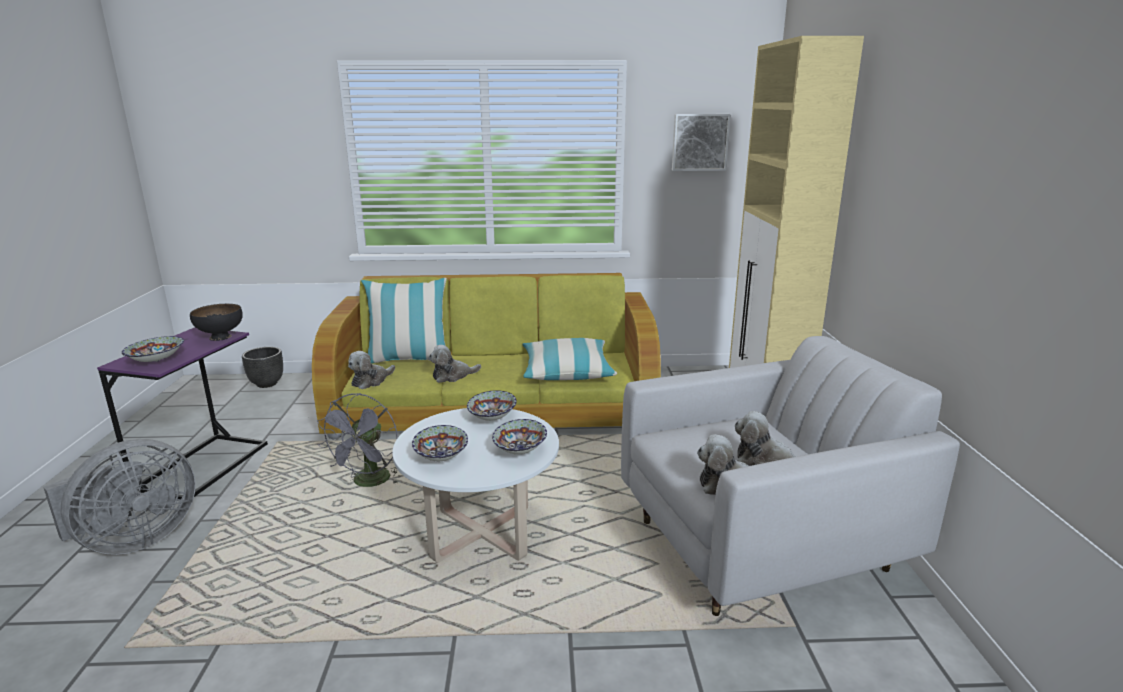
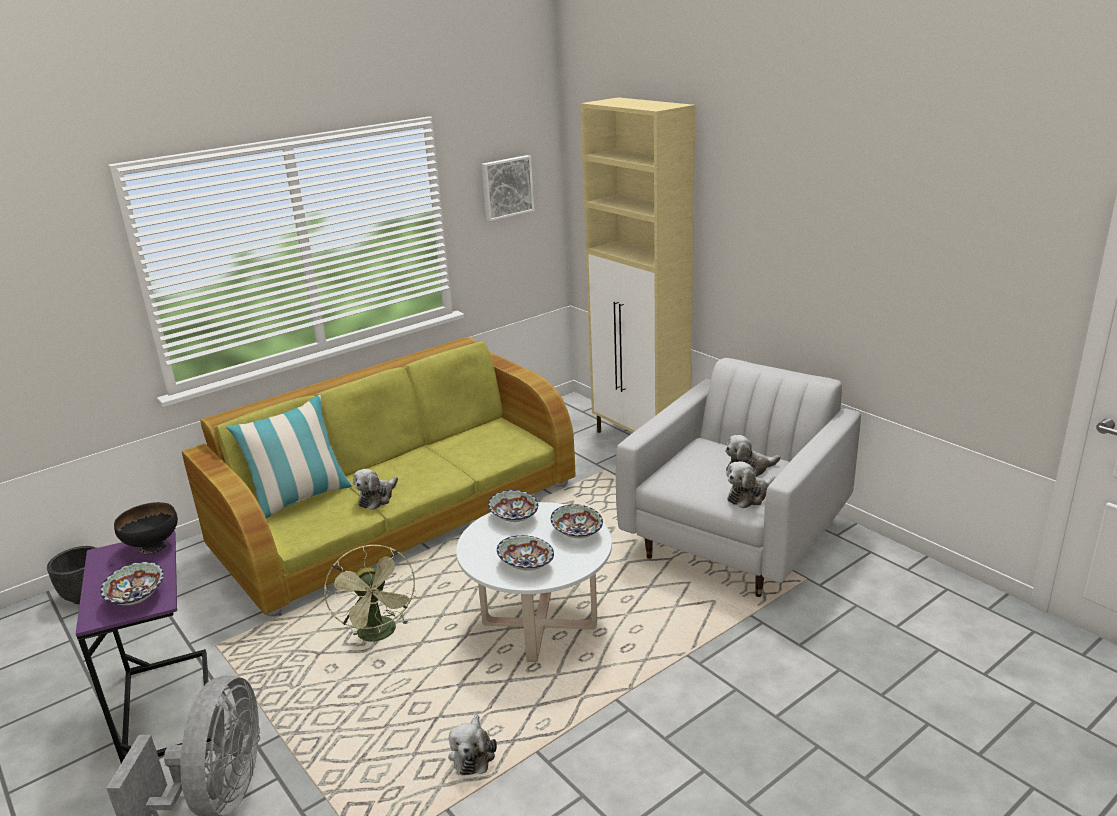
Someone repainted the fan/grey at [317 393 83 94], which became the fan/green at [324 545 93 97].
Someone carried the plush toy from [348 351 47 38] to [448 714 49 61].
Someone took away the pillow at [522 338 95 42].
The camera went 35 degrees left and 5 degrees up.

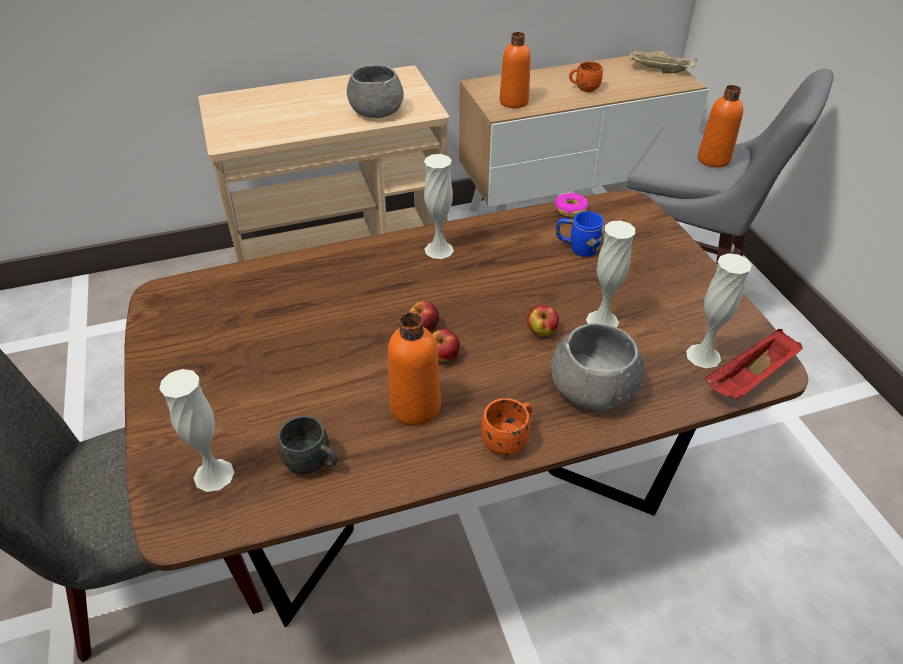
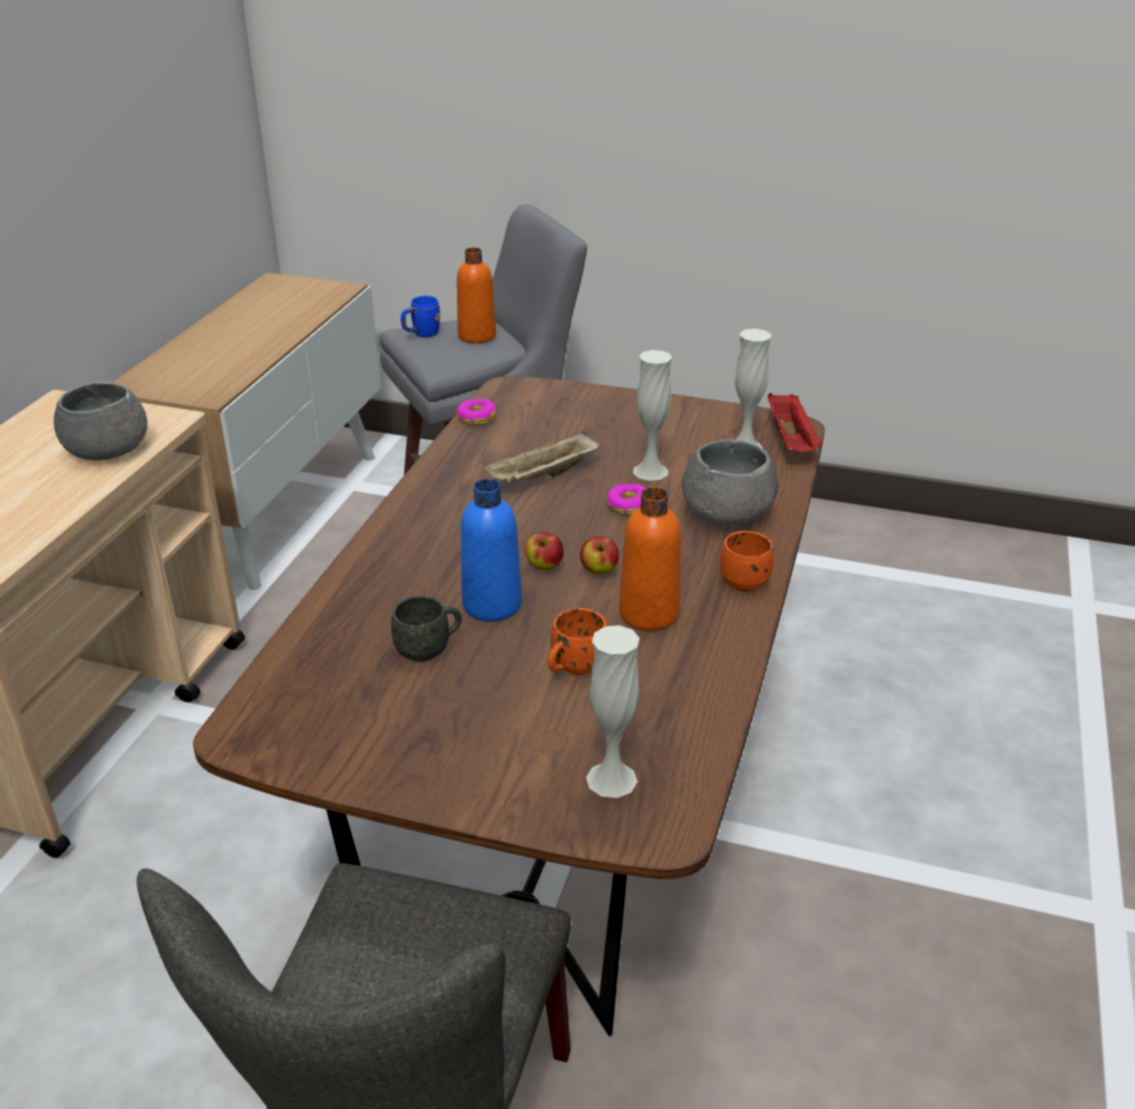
Someone carried the mug/grey from [277 416 61 58] to [391 596 71 66].
Someone carried the mug/blue from [556 211 49 46] to [401 296 39 41].
Someone put down the bottle/blue at [461 479 61 142].
Someone carried the tray/beige from [630 50 67 23] to [485 431 114 51].
Someone carried the mug/orange from [569 61 34 31] to [548 608 59 67].
Someone swapped the apple at [527 305 32 31] for the donut at [606 484 40 31].
Someone took away the vase/white at [424 154 30 105].
Someone took away the bottle/orange at [499 32 32 76].
The camera went 55 degrees left and 10 degrees down.

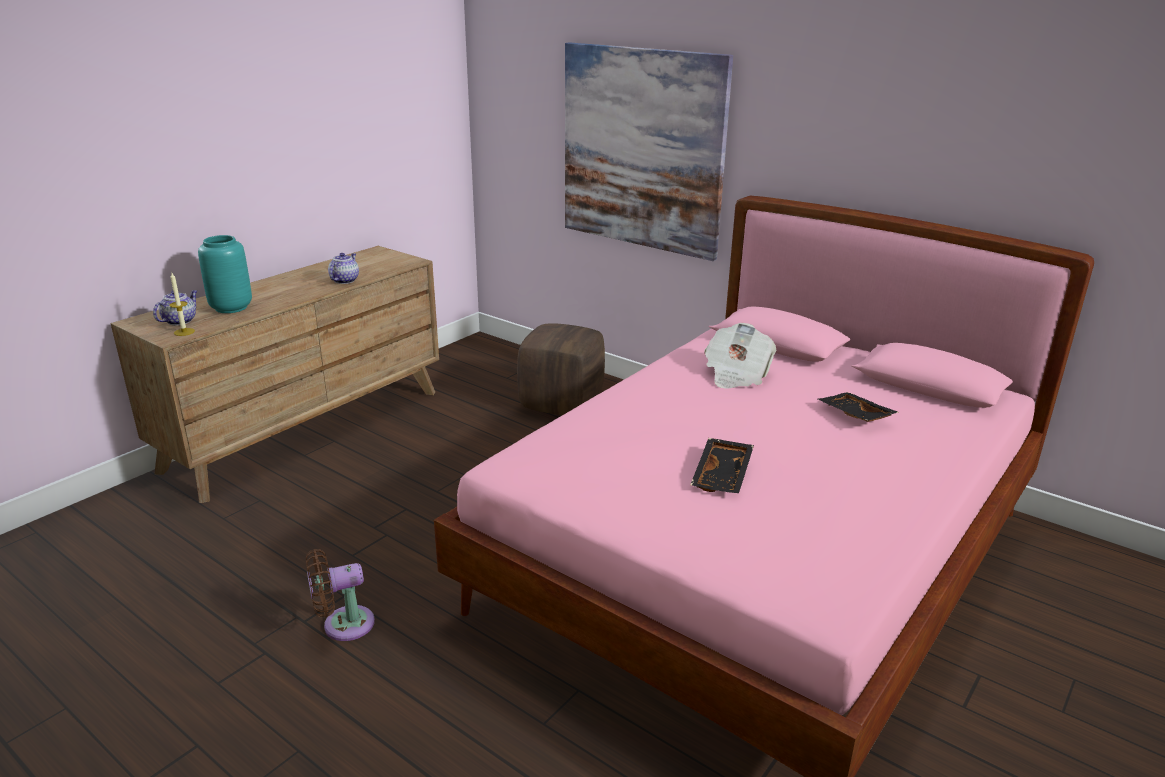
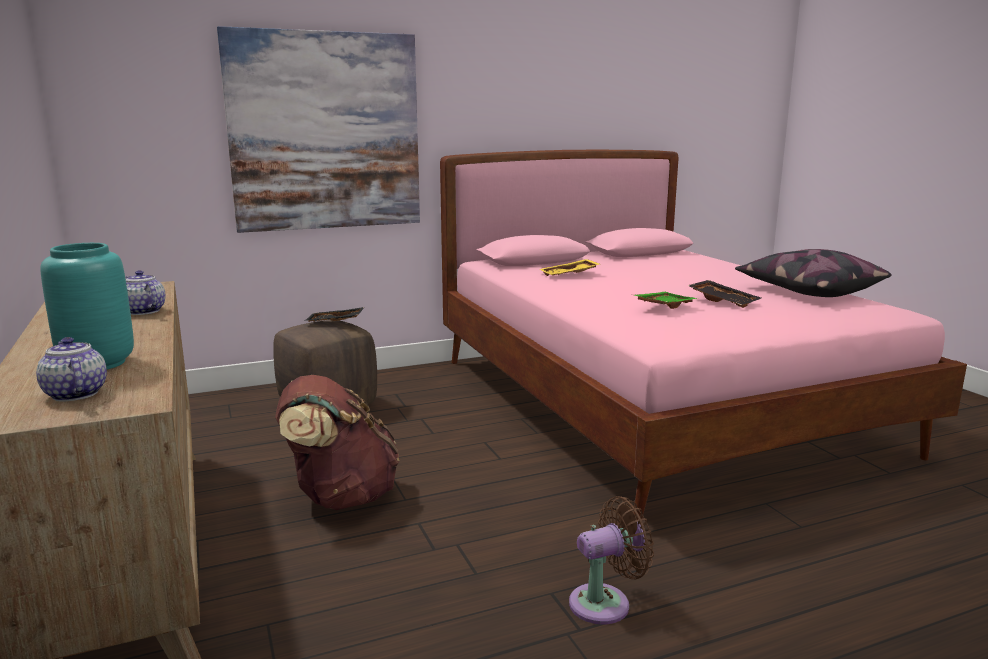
Someone put down the backpack/brown at [275 375 124 135].
Someone carried the tray/black from [818 392 81 30] to [304 307 61 15].
Someone swapped the newspaper at [704 323 73 66] for the tray/yellow at [539 259 60 17].
Someone rotated the fan/brown at [306 549 69 92] by 120 degrees counterclockwise.
Someone put down the tray/green at [635 292 63 17].
Someone put down the pillow at [735 249 156 48].
Someone took away the candle at [169 273 26 63].
The camera went 60 degrees left and 10 degrees down.

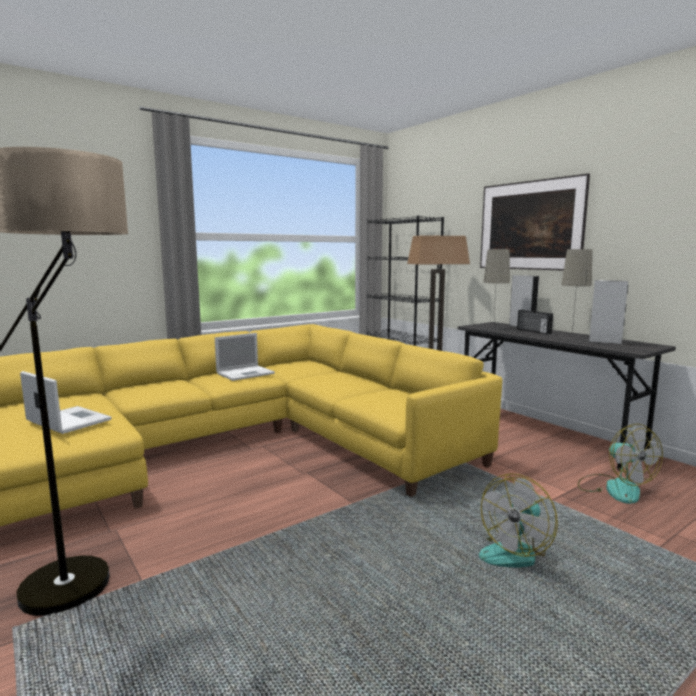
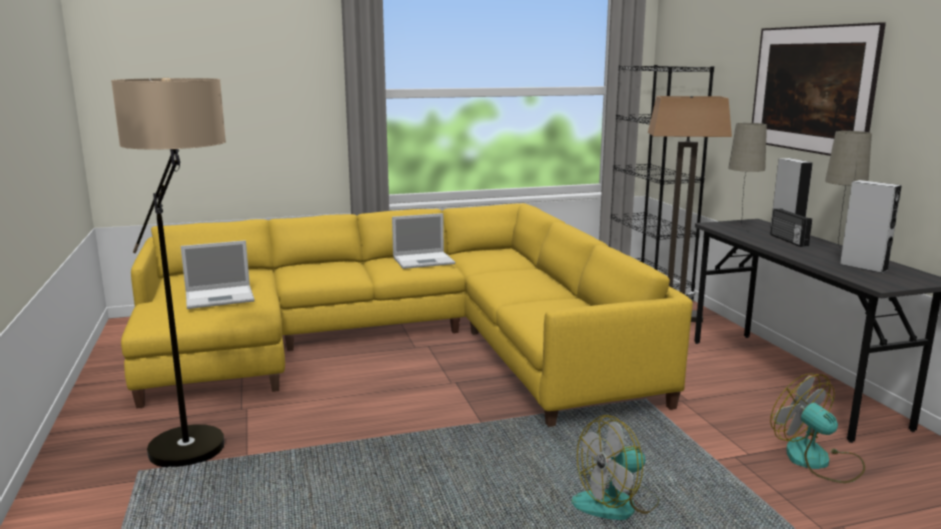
Someone rotated the laptop at [20 371 92 63] by 105 degrees clockwise.
Someone rotated the fan at [578 424 85 80] by 150 degrees clockwise.
The camera went 20 degrees right and 5 degrees up.

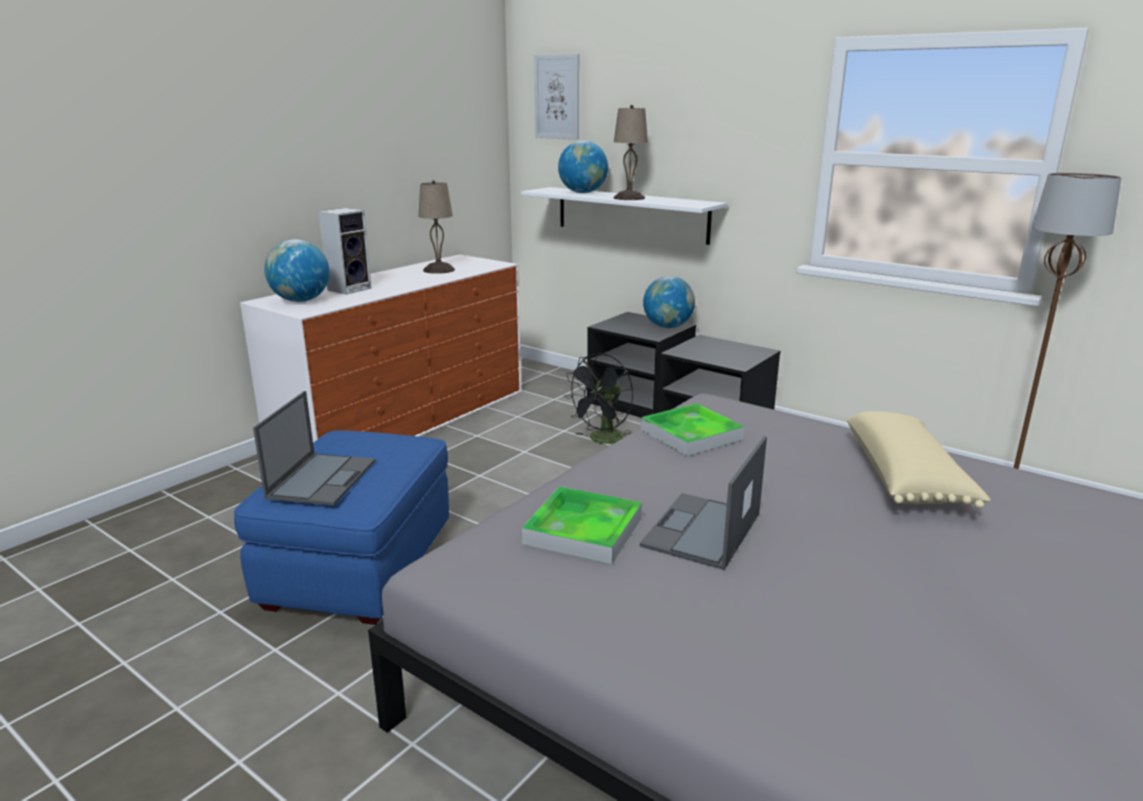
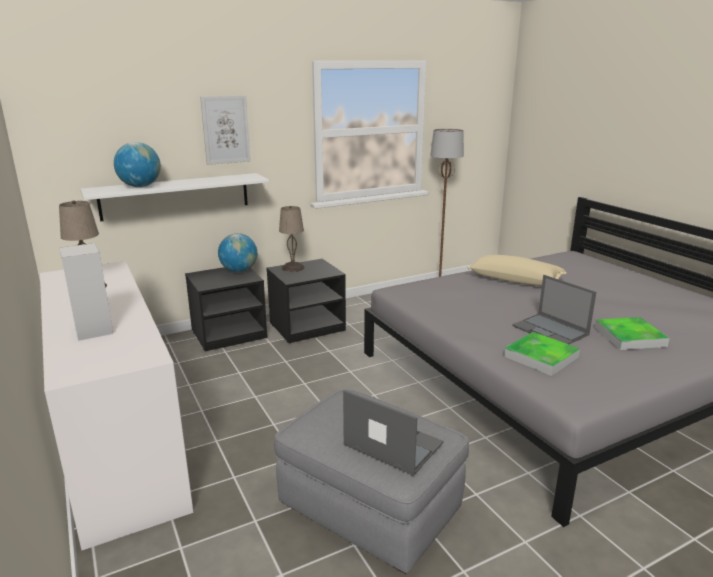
Someone carried the picture from [534 54 45 86] to [200 95 51 70].
Someone repainted the ottoman/blue at [234 431 215 194], which became the ottoman/grey at [274 389 195 185].
Someone carried the table lamp/beige from [614 105 34 95] to [279 206 26 66].
Someone carried the tray from [641 403 103 53] to [594 317 76 33].
Someone took away the globe at [264 239 66 63].
Someone took away the fan/black at [564 353 69 91].
The camera went 65 degrees left and 0 degrees up.

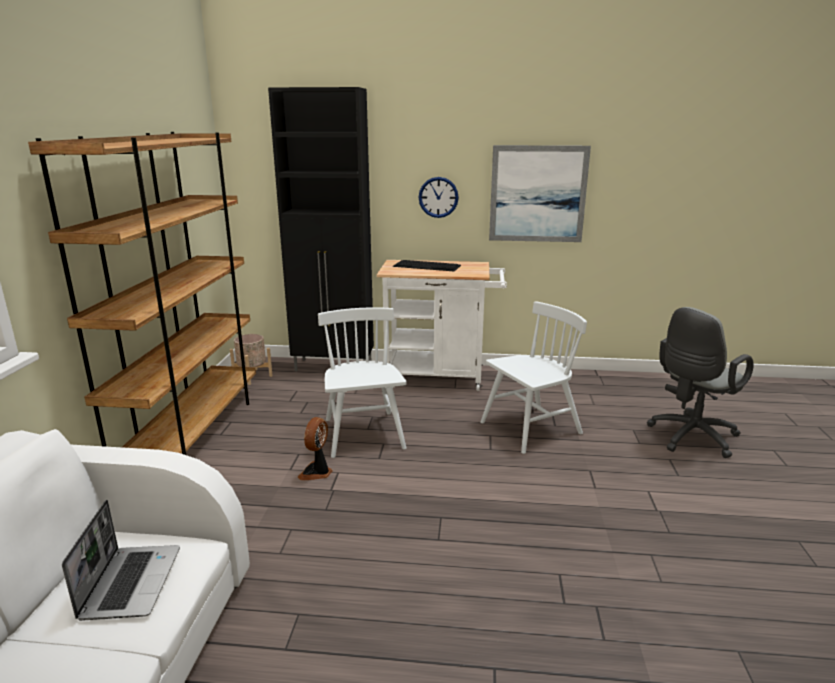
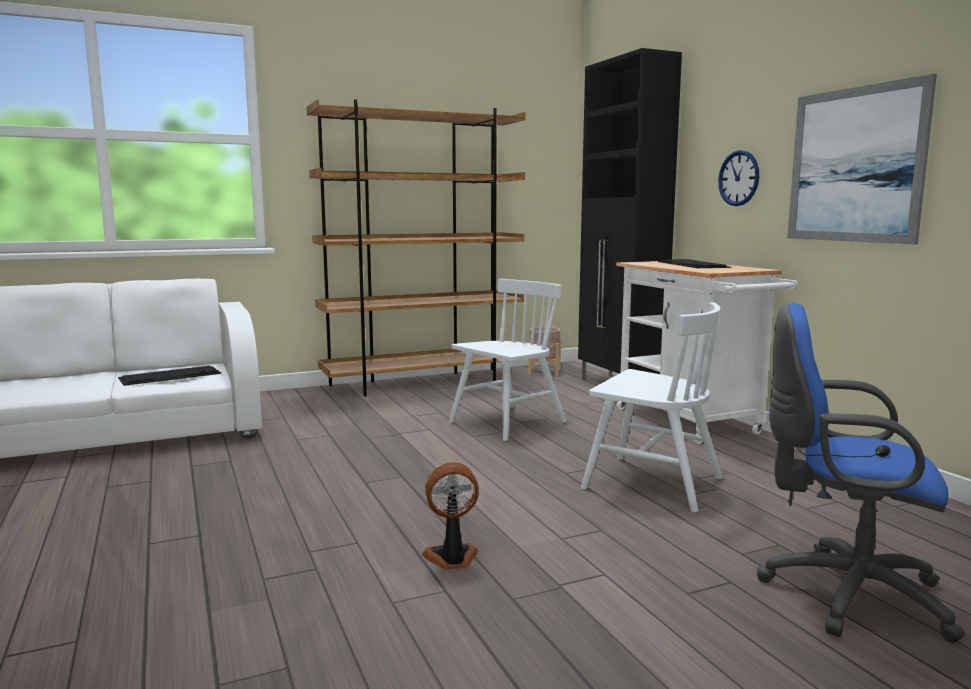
Someone swapped the laptop at [62 500 118 121] for the keyboard at [118 366 103 20].
Someone carried the fan from [297 417 36 63] to [422 462 57 108].
Someone repainted the office chair/grey at [647 307 107 151], which became the office chair/blue at [757 303 208 340].
The camera went 60 degrees right and 10 degrees down.

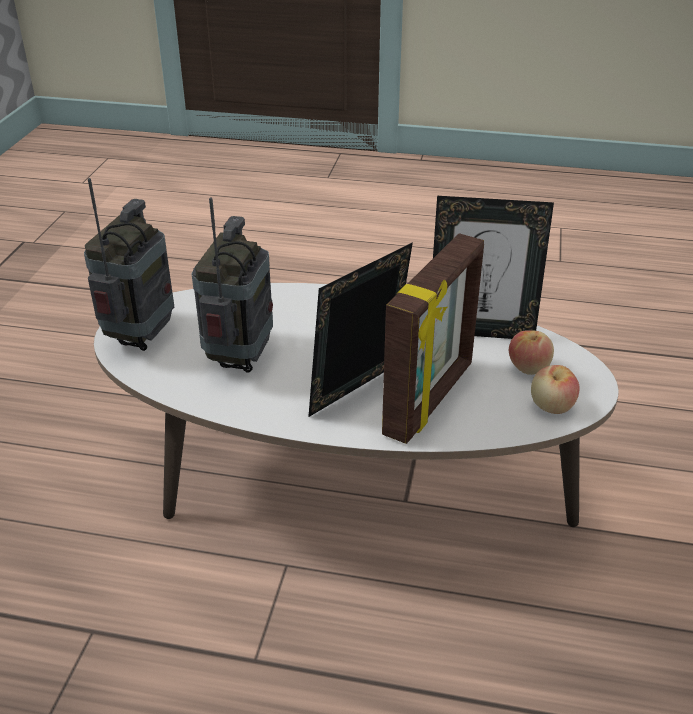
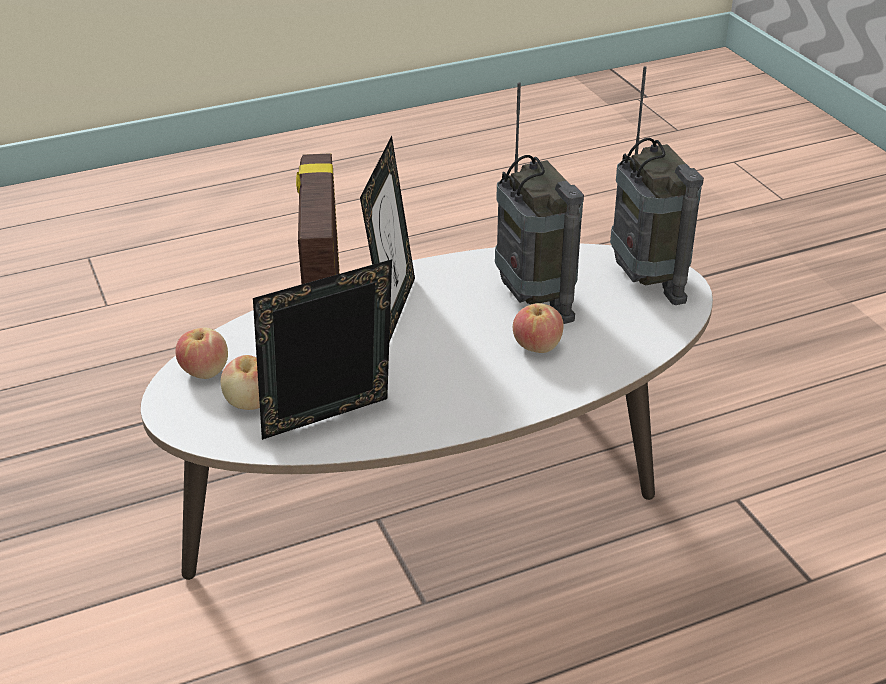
Someone put down the apple at [513 303 51 50].
The camera went 145 degrees right and 0 degrees up.

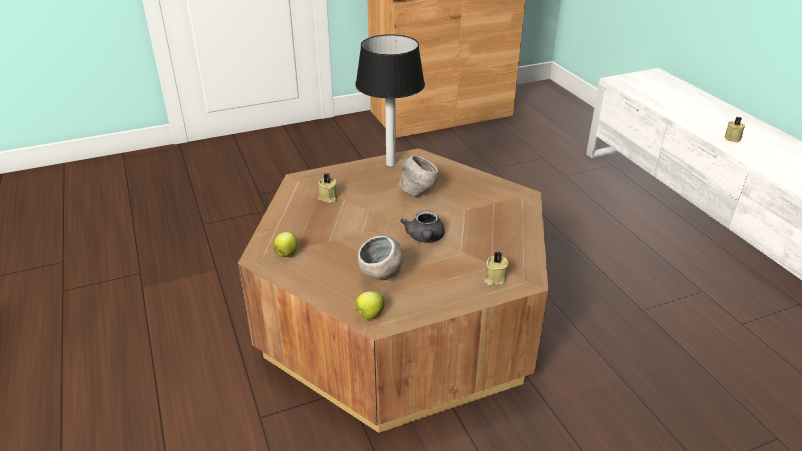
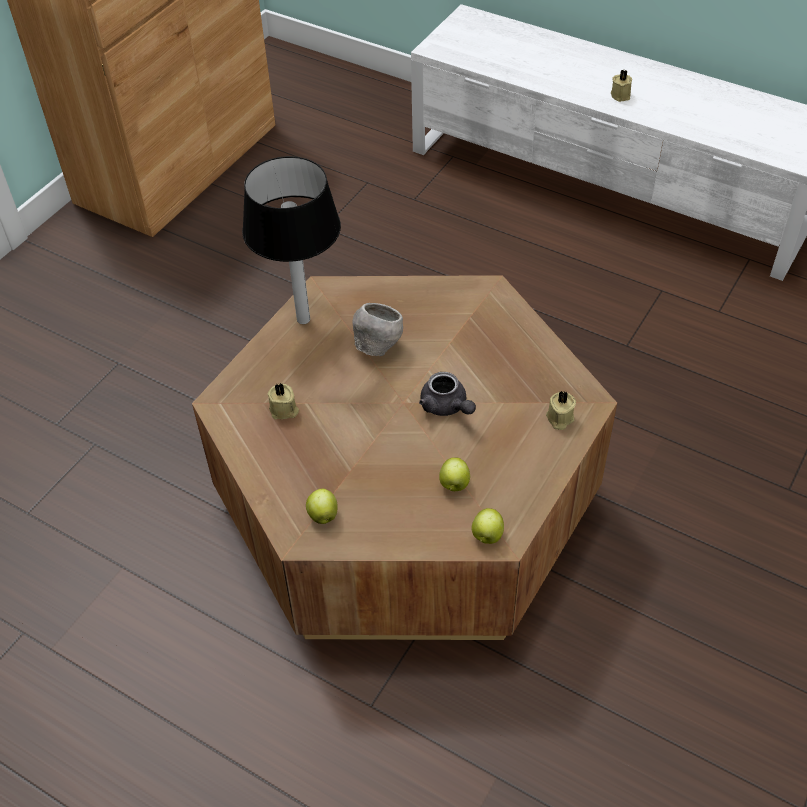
Someone swapped the bowl/grey at [358 235 45 47] for the apple at [439 457 31 34].
The camera went 35 degrees left and 15 degrees up.

